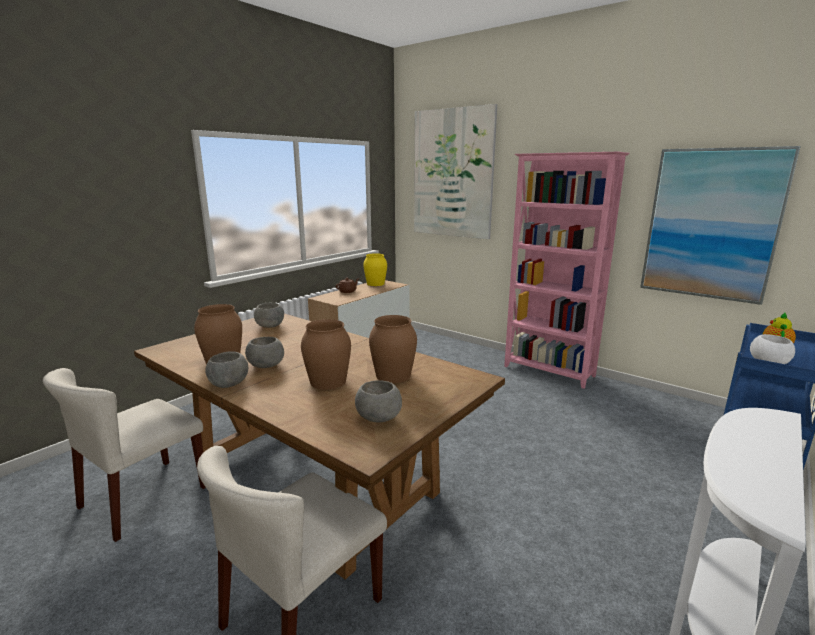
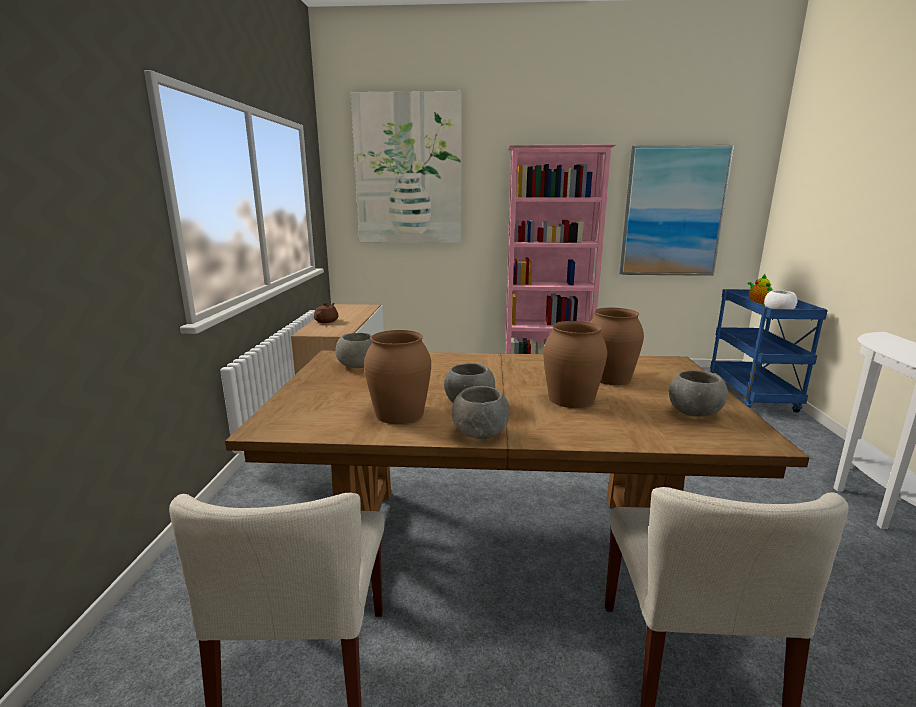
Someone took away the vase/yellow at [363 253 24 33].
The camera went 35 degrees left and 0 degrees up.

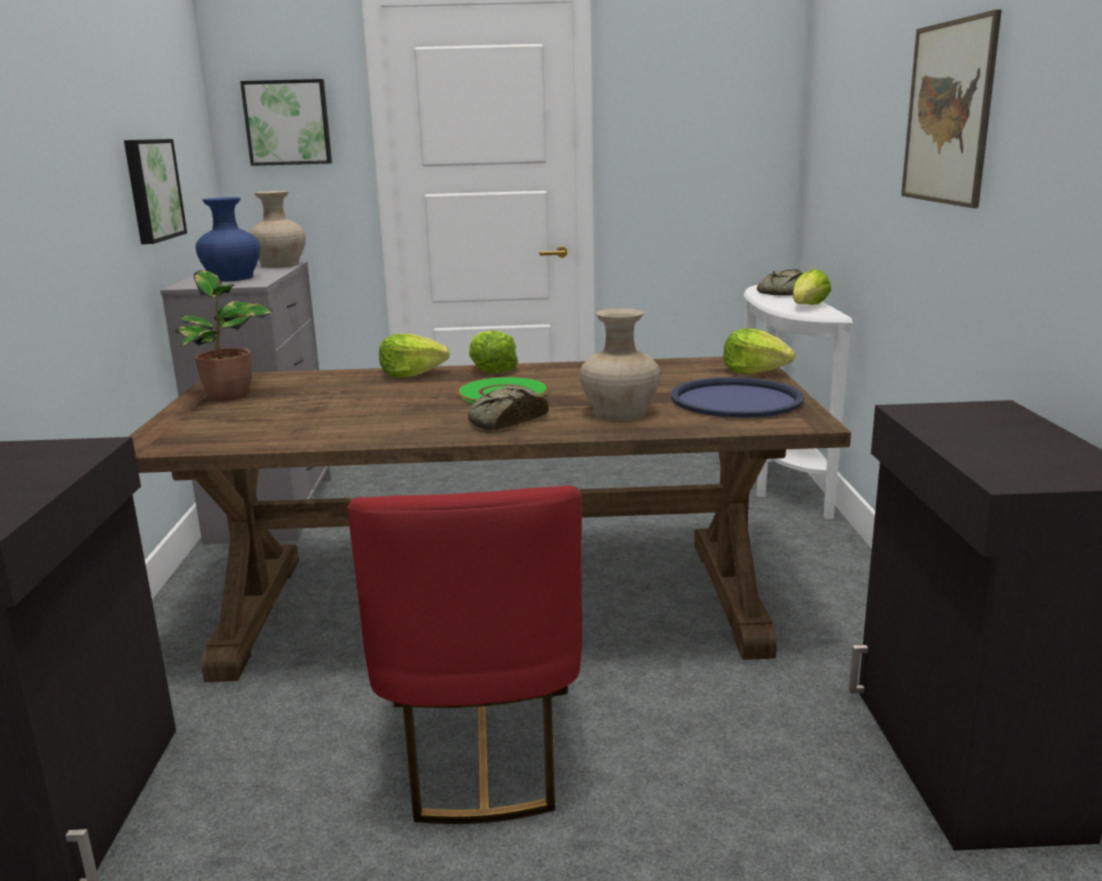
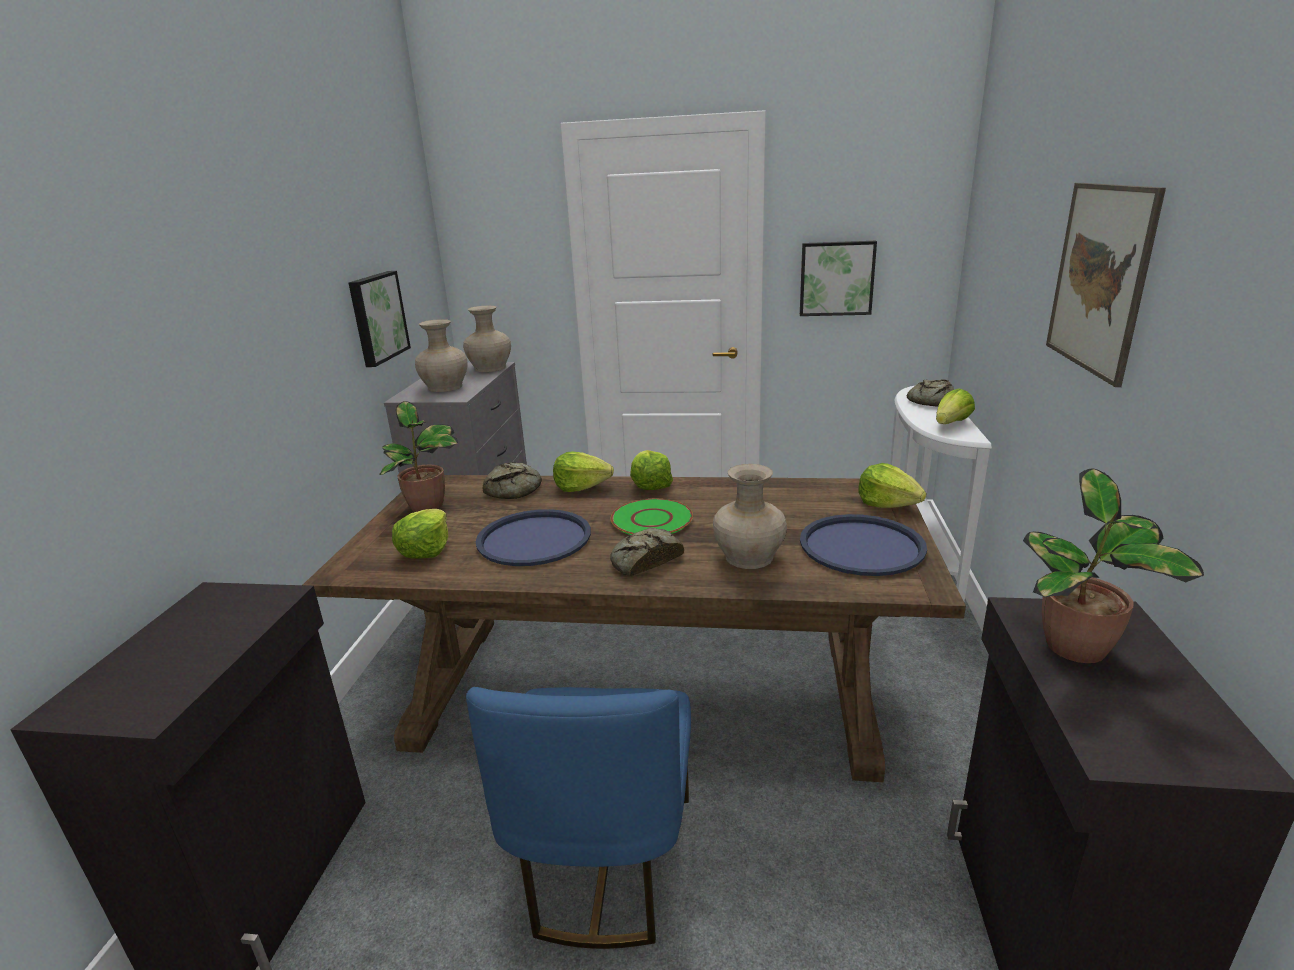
Someone put down the lettuce at [392 509 56 50].
Someone repainted the vase/blue at [196 197 64 85], which became the vase/beige at [415 319 53 73].
Someone repainted the chair/red at [347 485 235 339], which became the chair/blue at [466 687 225 262].
Someone put down the tray/blue at [476 509 115 57].
Someone put down the bread at [483 462 59 37].
Someone carried the picture from [240 79 92 87] to [800 241 77 75].
Someone put down the potted plant at [1023 468 181 195].
The camera went 10 degrees right and 5 degrees up.

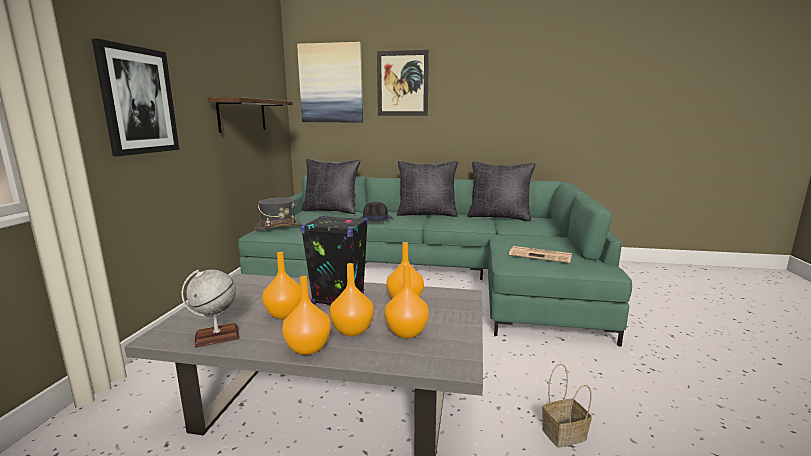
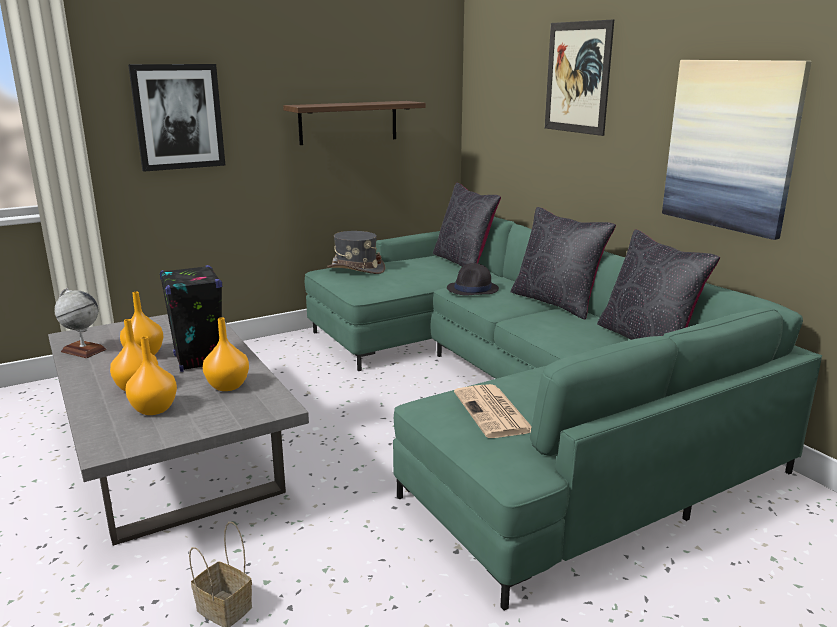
Someone carried the picture from [297 42 66 80] to [662 60 150 180].
Someone took away the vase/orange at [282 276 49 79].
The camera went 50 degrees right and 5 degrees up.

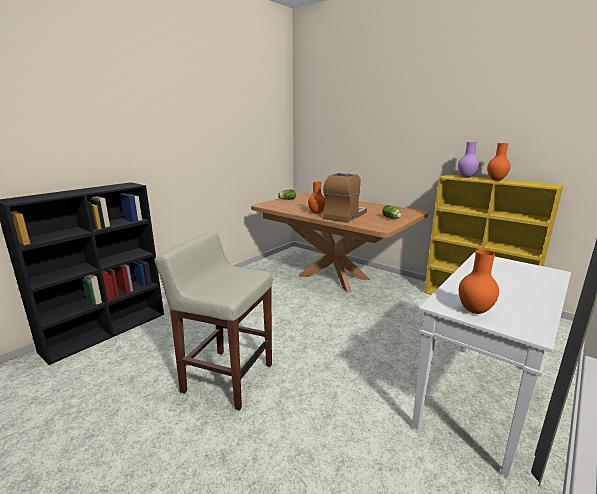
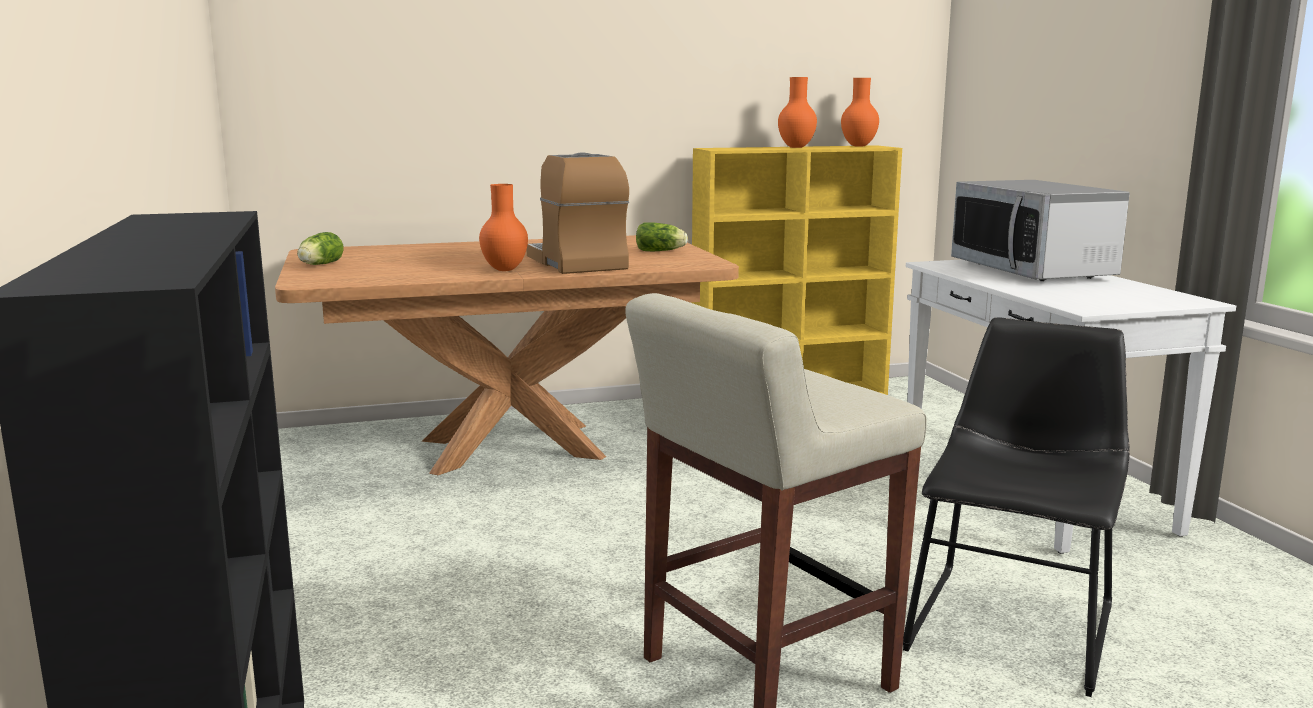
Someone carried the vase/orange from [459 249 40 65] to [841 78 38 68].
Someone put down the chair/black at [903 317 227 380].
Someone put down the microwave at [951 180 179 101].
Someone took away the vase/purple at [458 142 21 36].
The camera went 55 degrees left and 5 degrees down.

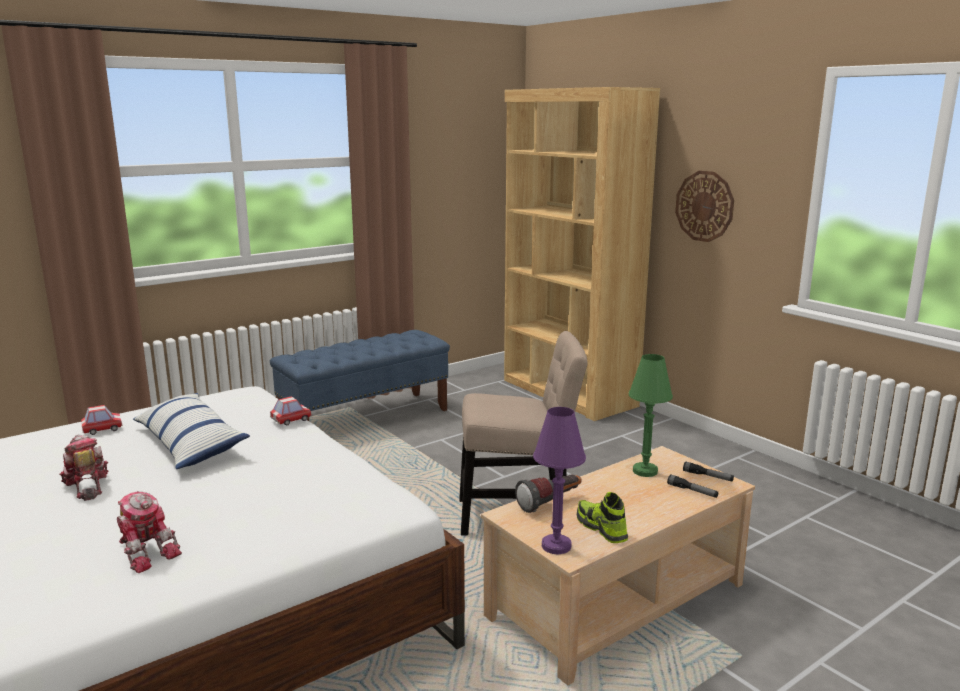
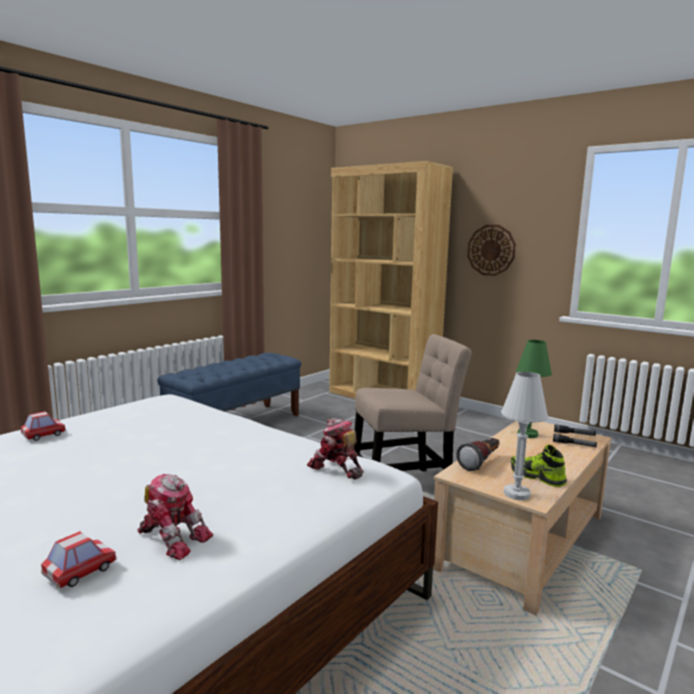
Someone carried the toy car from [270 396 42 30] to [41 531 76 57].
Someone carried the toy robot from [60 434 48 67] to [307 418 57 62].
Someone repainted the table lamp/purple at [533 407 53 148], which became the table lamp/white at [501 372 47 128].
Someone took away the pillow at [133 393 117 76].
The camera went 15 degrees left and 5 degrees down.

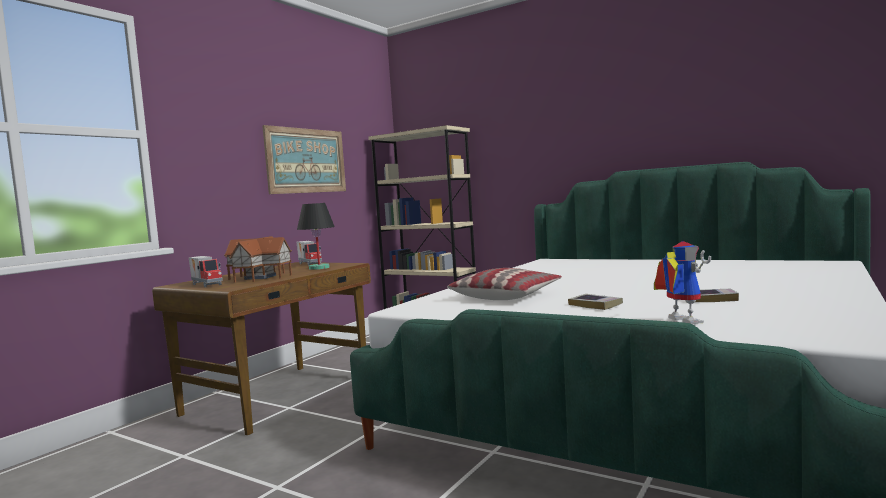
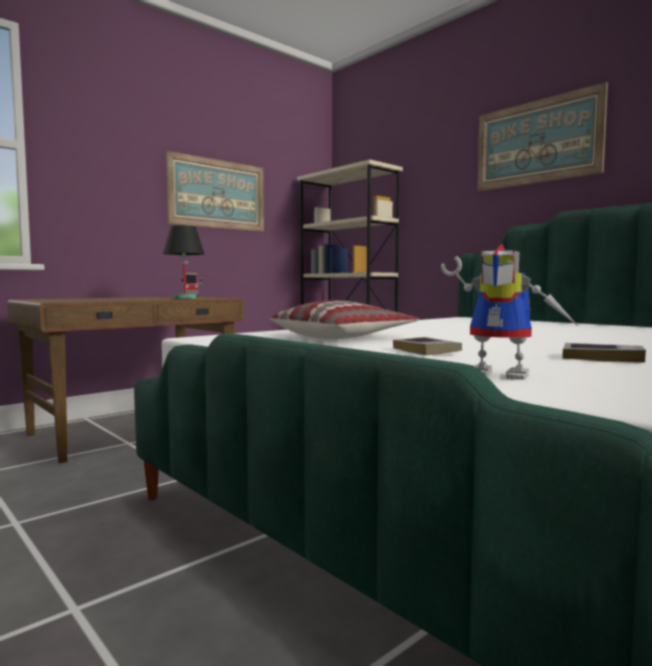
Someone rotated the toy robot at [654 241 57 83] by 120 degrees clockwise.
Someone put up the picture at [477 82 131 109].
Someone took away the toy truck at [189 256 34 31].
Someone took away the toy house at [224 236 68 47].
The camera went 15 degrees right and 0 degrees up.

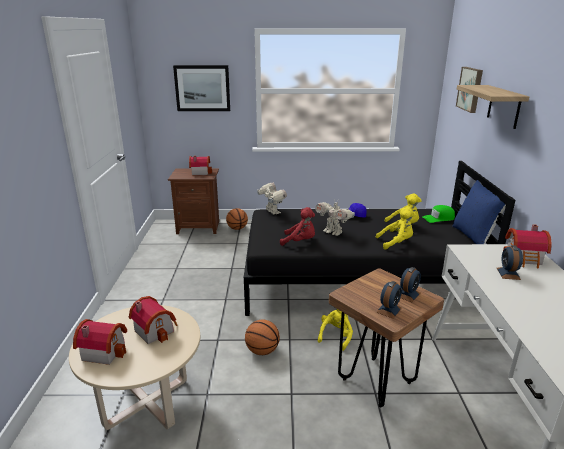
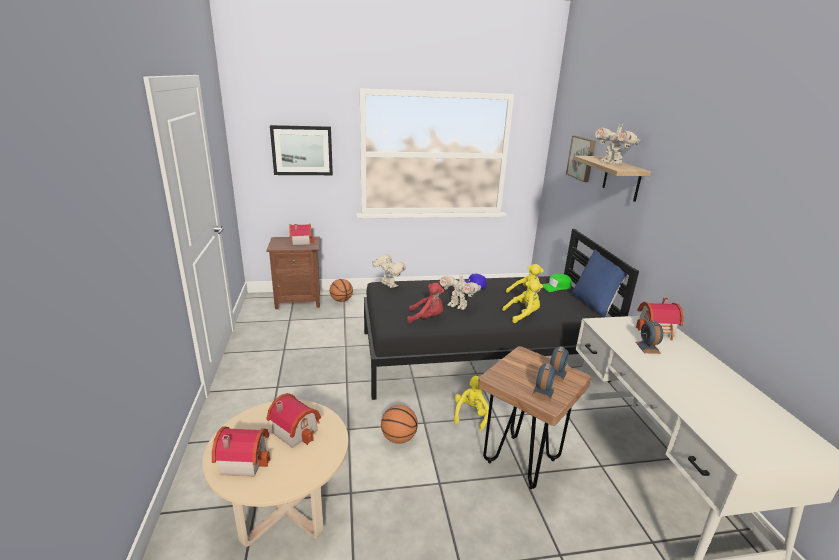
Someone put down the toy robot at [595 123 45 41].
The camera went 10 degrees left and 0 degrees up.

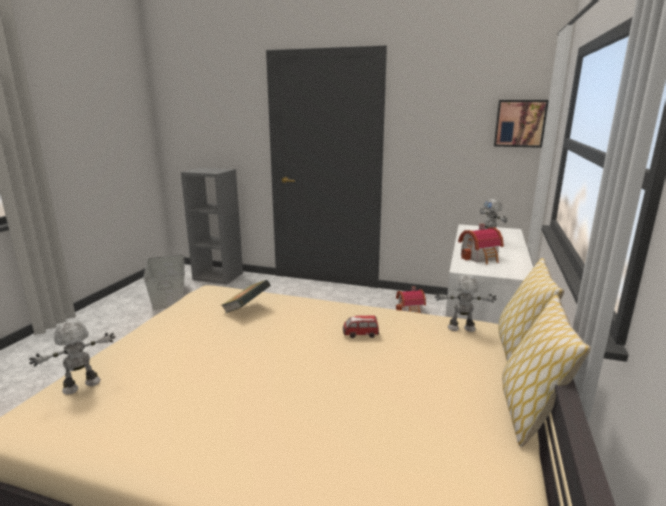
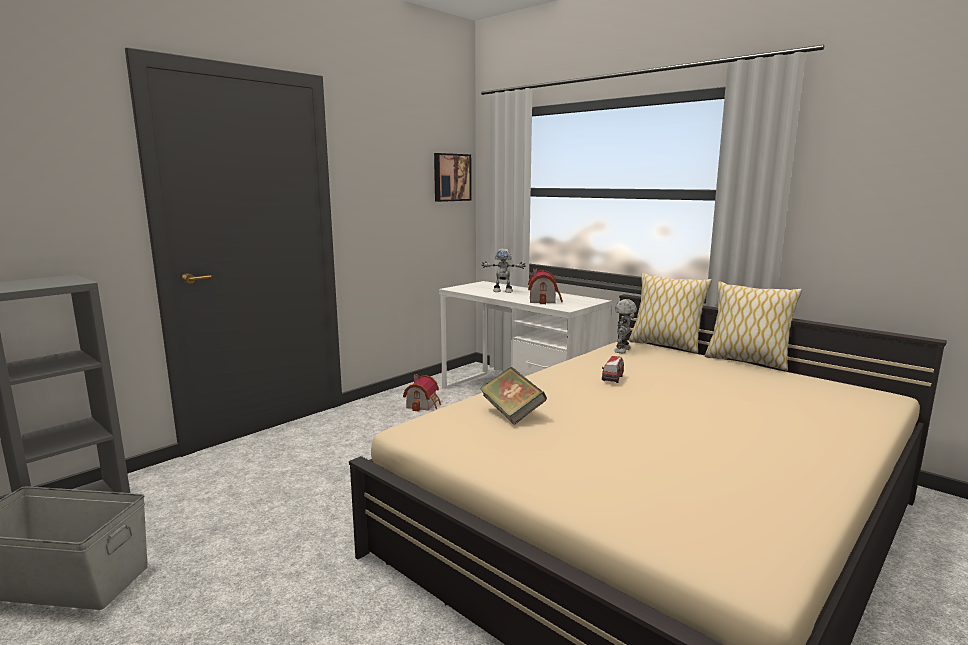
Someone took away the toy robot at [29 320 86 75].
The camera went 65 degrees left and 5 degrees down.

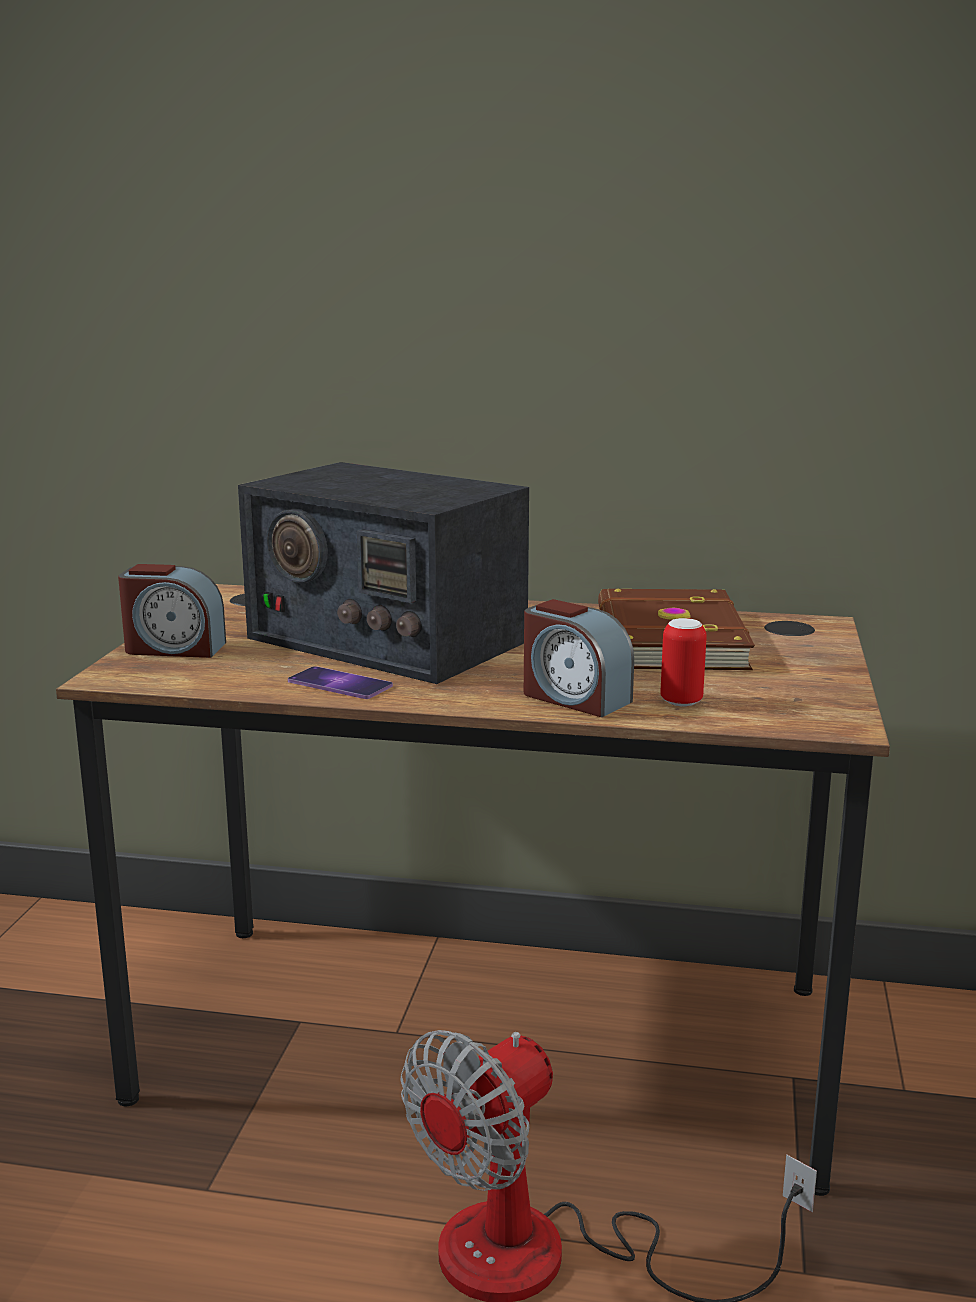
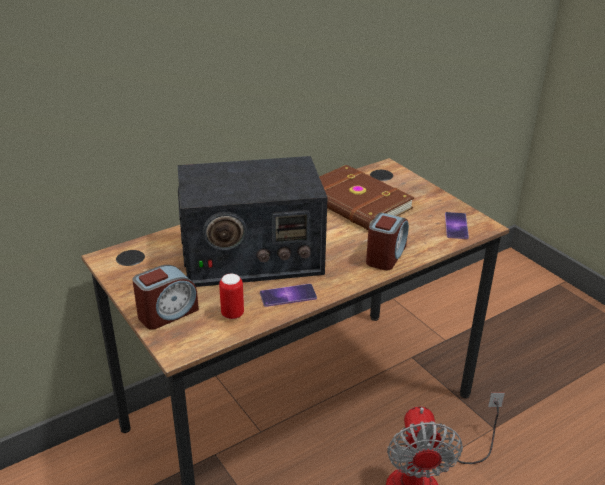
Someone carried the can from [660 618 47 89] to [219 274 25 45].
Someone rotated the alarm clock at [524 599 110 118] by 60 degrees counterclockwise.
Someone put down the phone at [445 212 24 27].
The camera went 45 degrees left and 15 degrees up.

